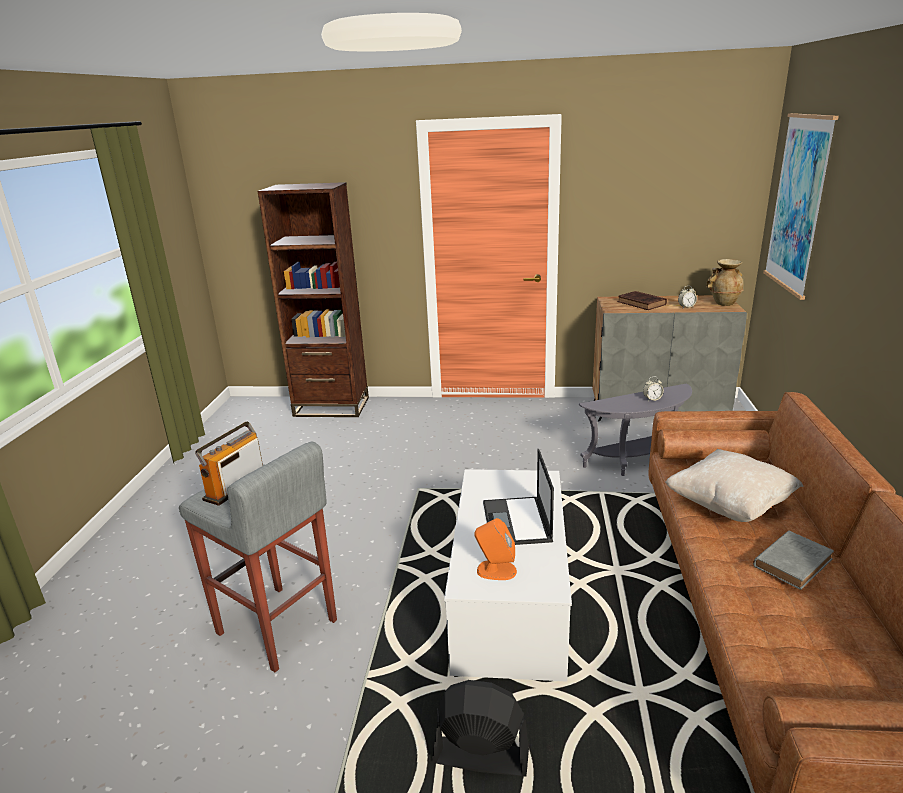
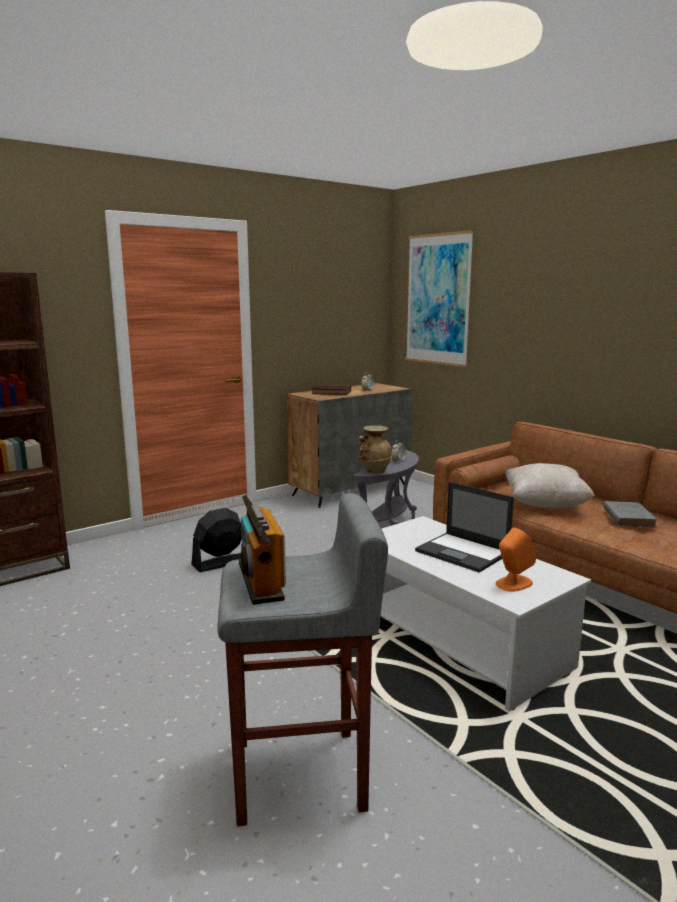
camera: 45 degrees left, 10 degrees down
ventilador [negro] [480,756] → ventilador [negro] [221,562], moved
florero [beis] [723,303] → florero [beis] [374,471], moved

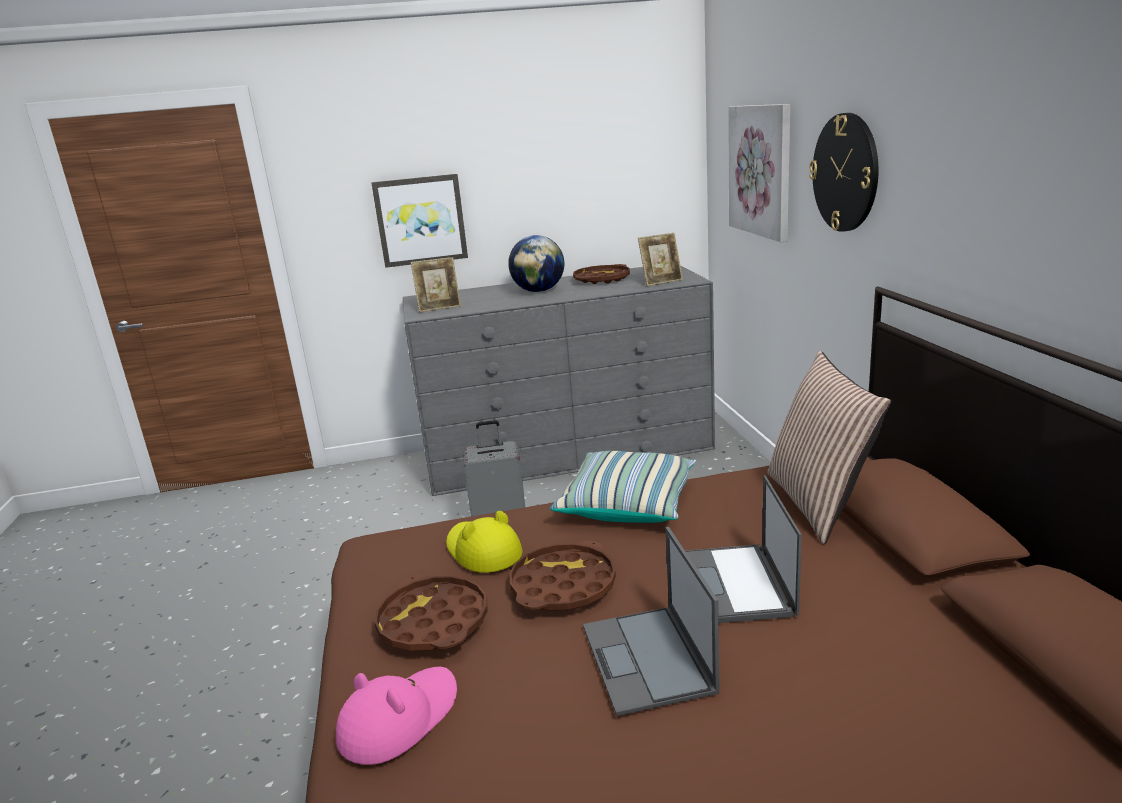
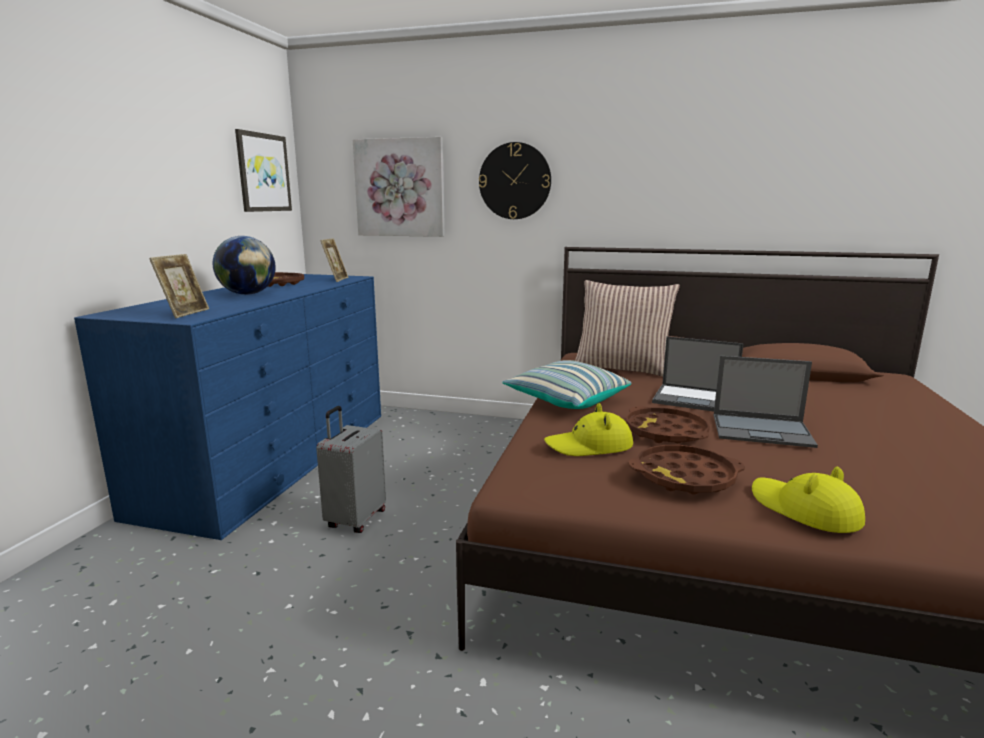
camera: 65 degrees left, 5 degrees down
sombrero [rosa] [399,719] → sombrero [amarillo] [804,509]
cuadro [420,220] → cuadro [263,172], moved
cómoda [gris] [567,451] → cómoda [azul] [274,459]

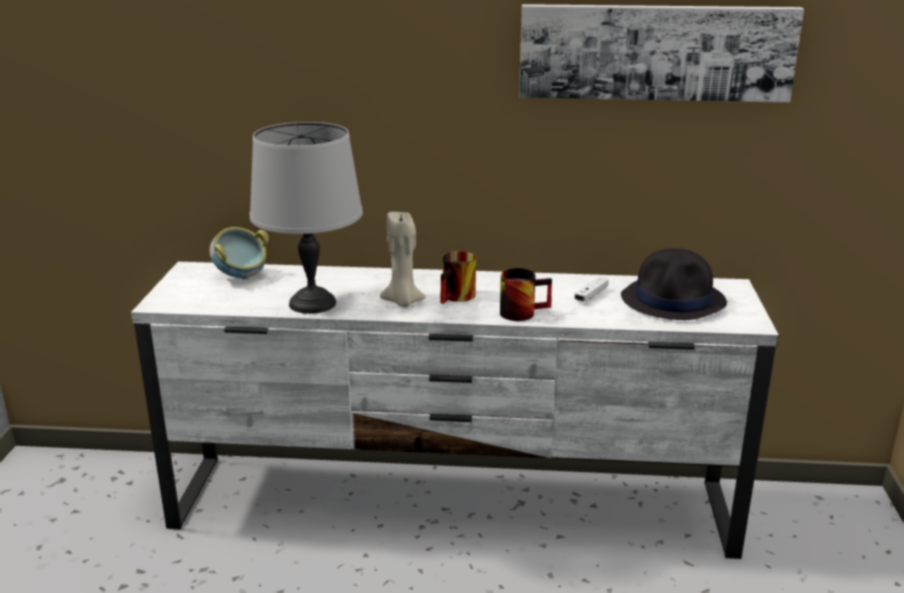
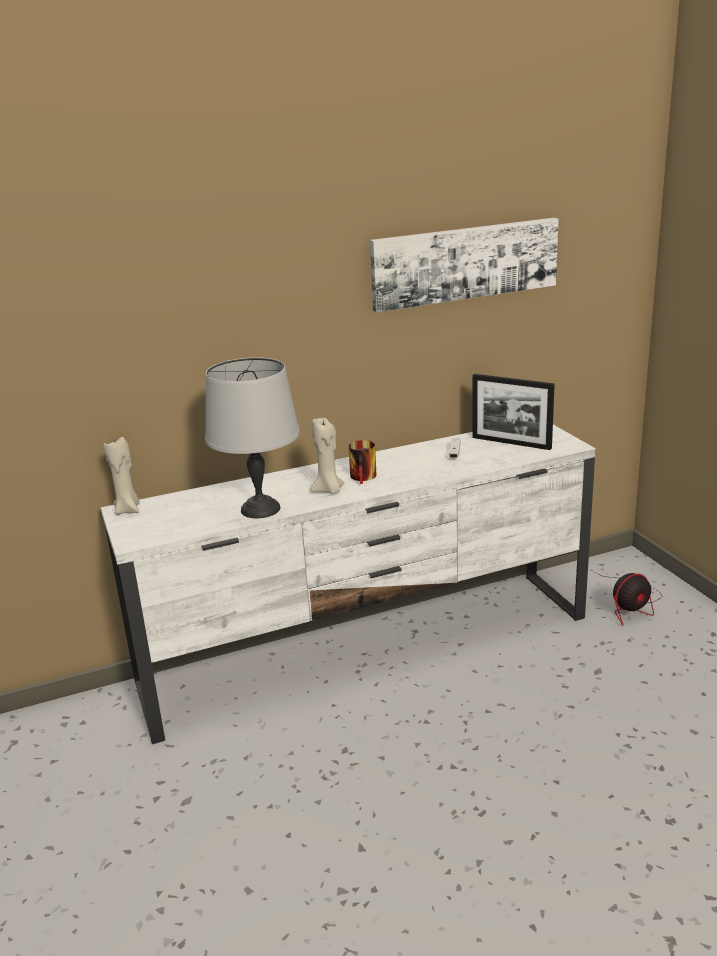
camera: 25 degrees left, 0 degrees up
cuenco [240,277] → -
taza grande [522,311] → -
sombrero [negro] [674,300] → portarretratos [511,443]
- → vela [beis] [128,510]
- → ventilador [630,605]

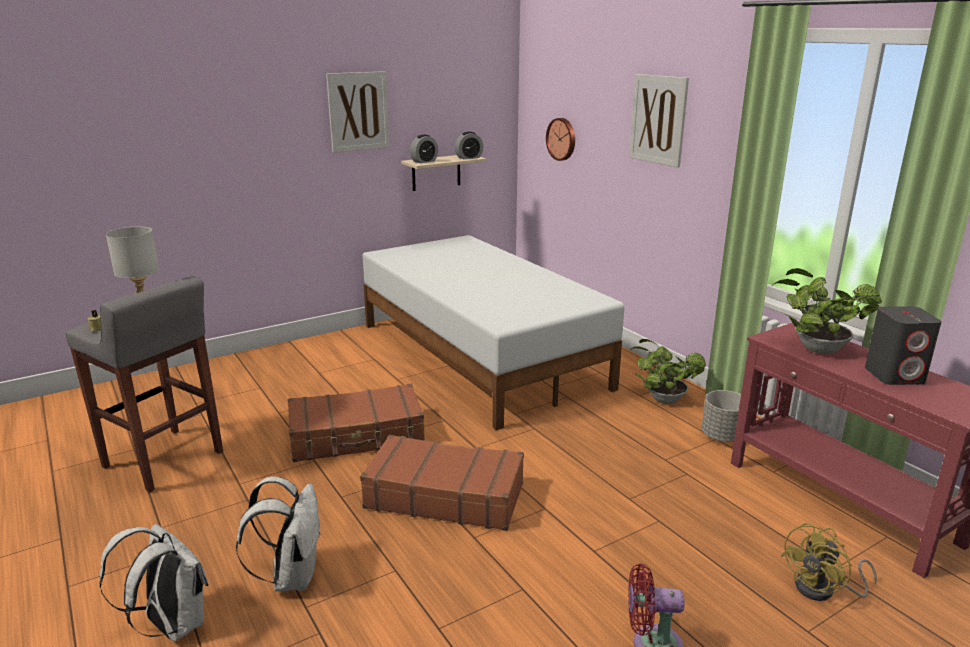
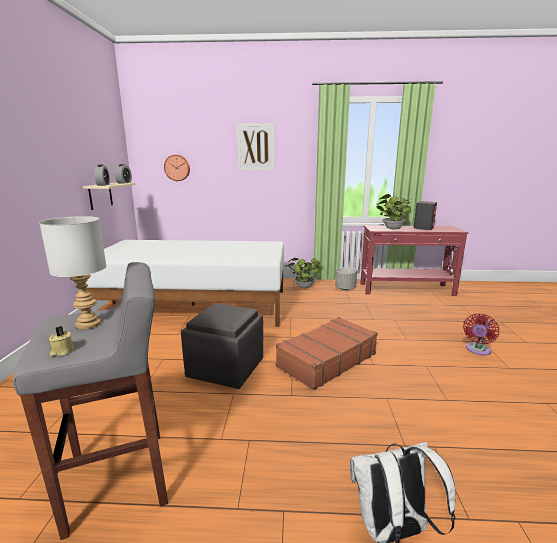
camera: 55 degrees left, 5 degrees down
mochila [blanco] [292,576] → -
maleta [marrón] [357,436] → puf [gris] [225,368]
cuadro [358,111] → -
ventilador [amarillo] [823,590] → -

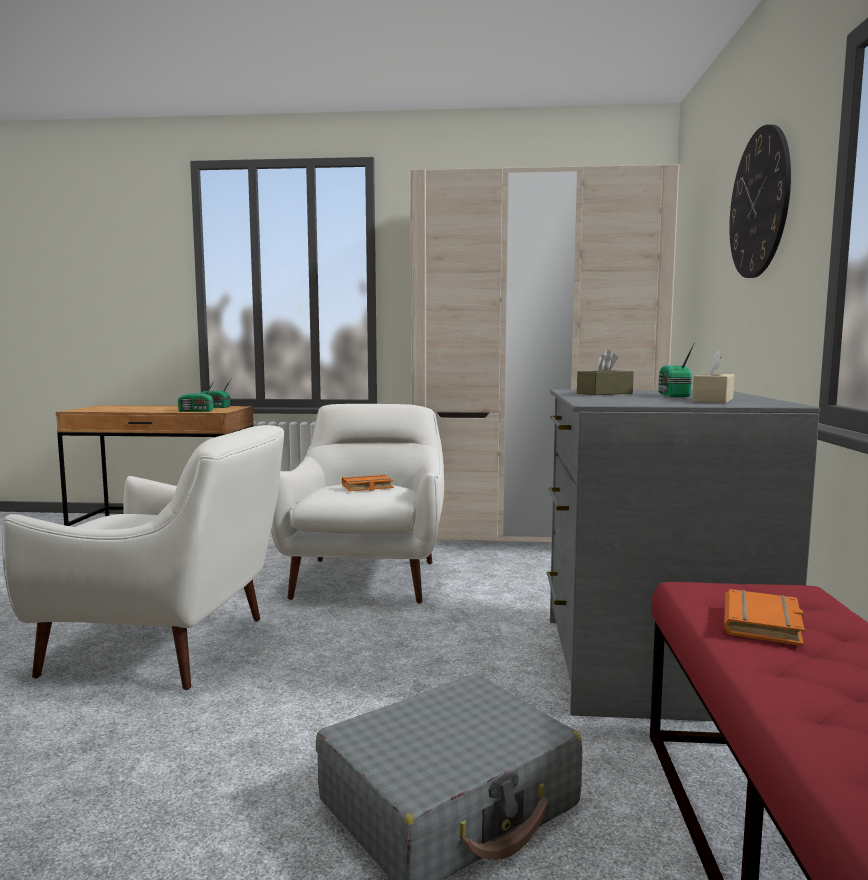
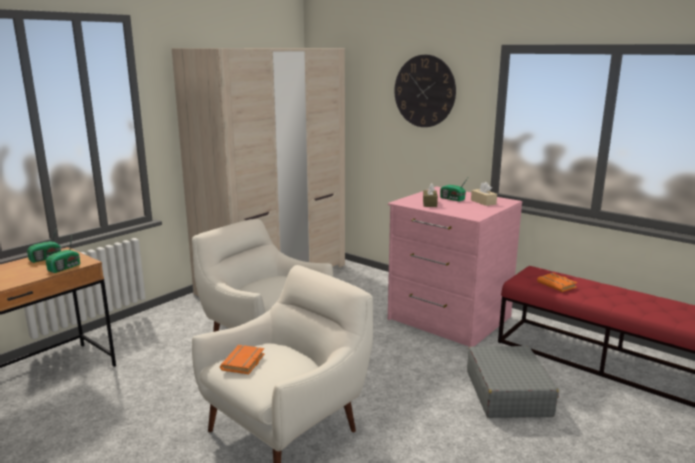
camera: 55 degrees left, 10 degrees up
libro [naranja] [366,487] → libro [naranja] [244,363], moved
cómoda [gris] [648,664] → cómoda [rosa] [448,319]

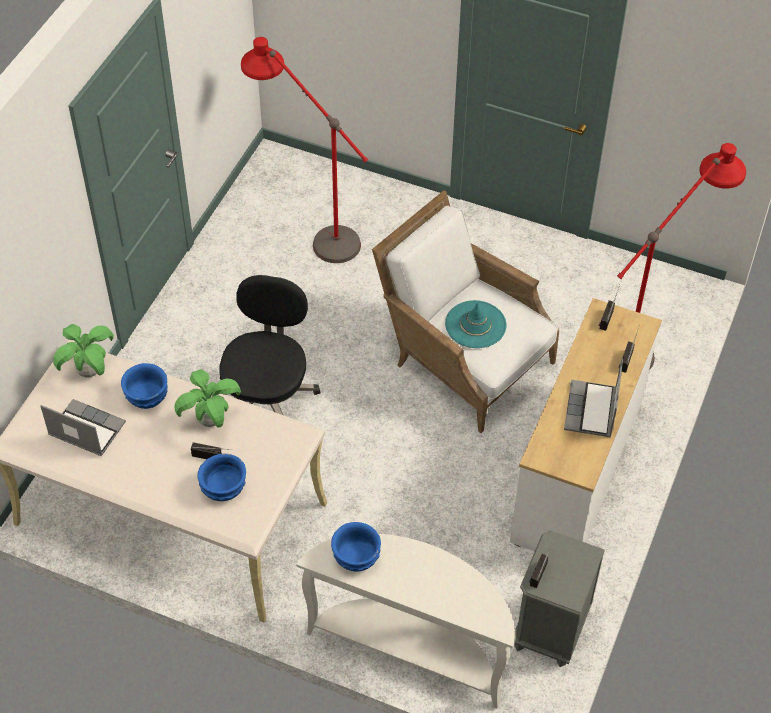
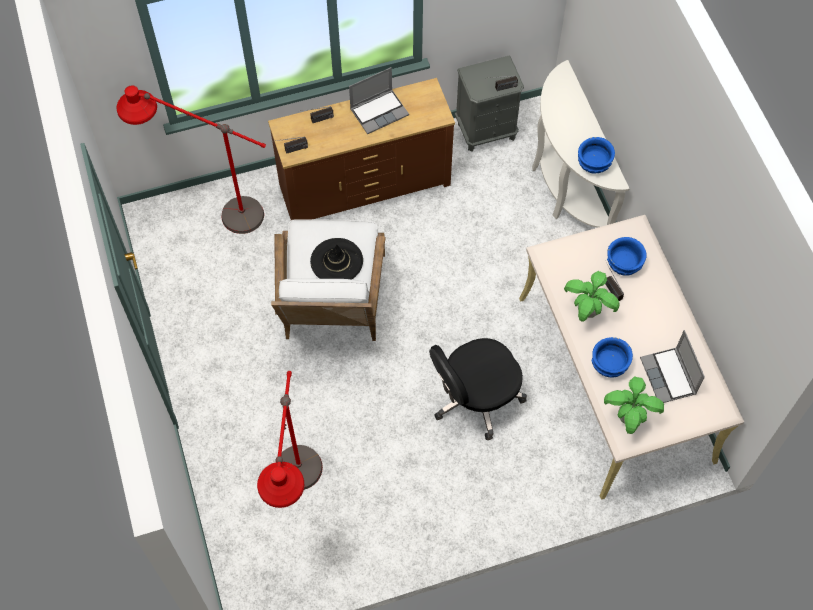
camera: 130 degrees left, 10 degrees up
sombrero [turquesa] [475,325] → sombrero [negro] [336,261]
cómoda [blanco] [578,471] → cómoda [marrón] [364,185]

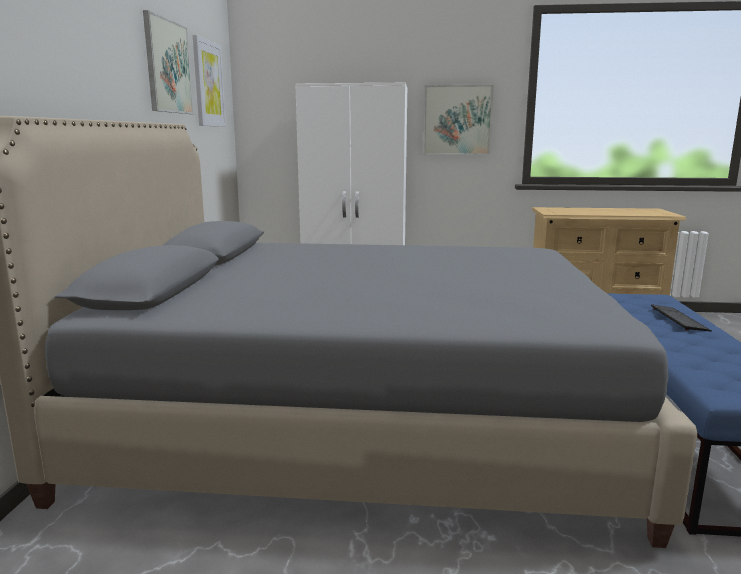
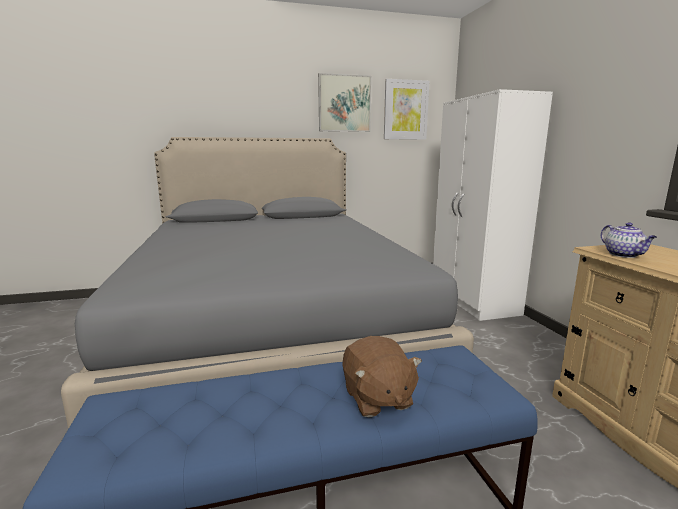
camera: 70 degrees right, 0 degrees up
cuadro [457,120] → -
teclado [679,319] → peluche [marrón] [377,398]
- → tetera [624,255]

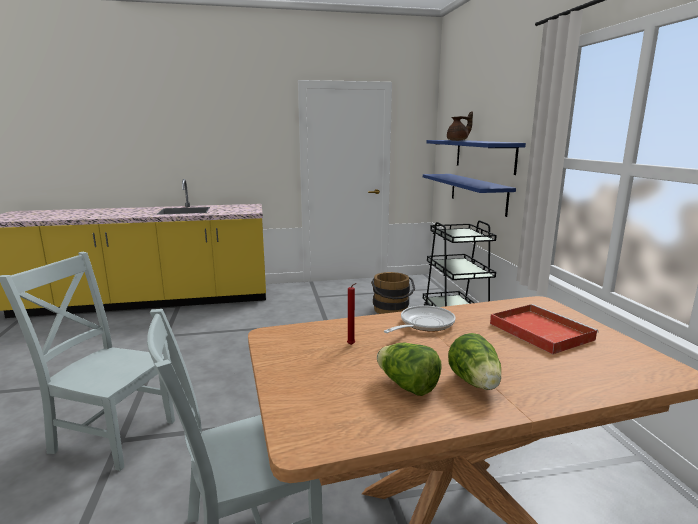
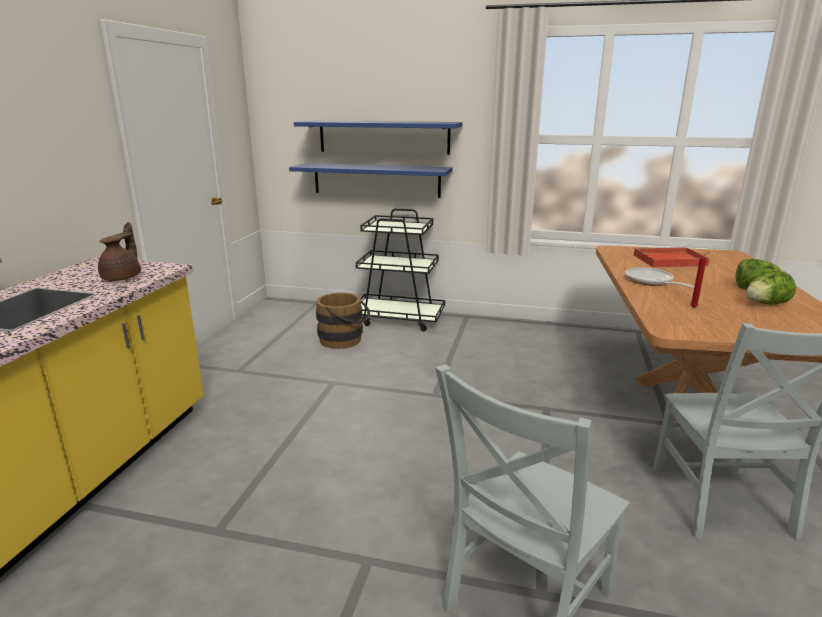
camera: 65 degrees left, 5 degrees up
tetera [marrón] [458,140] → tetera [marrón] [123,277], moved

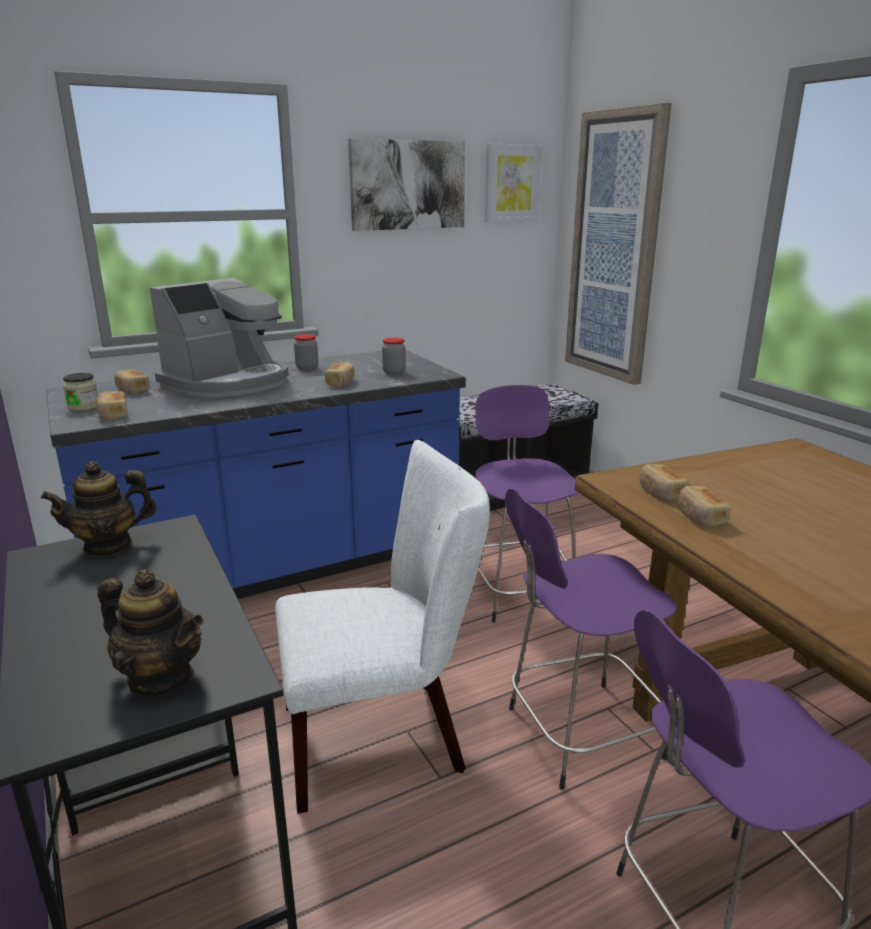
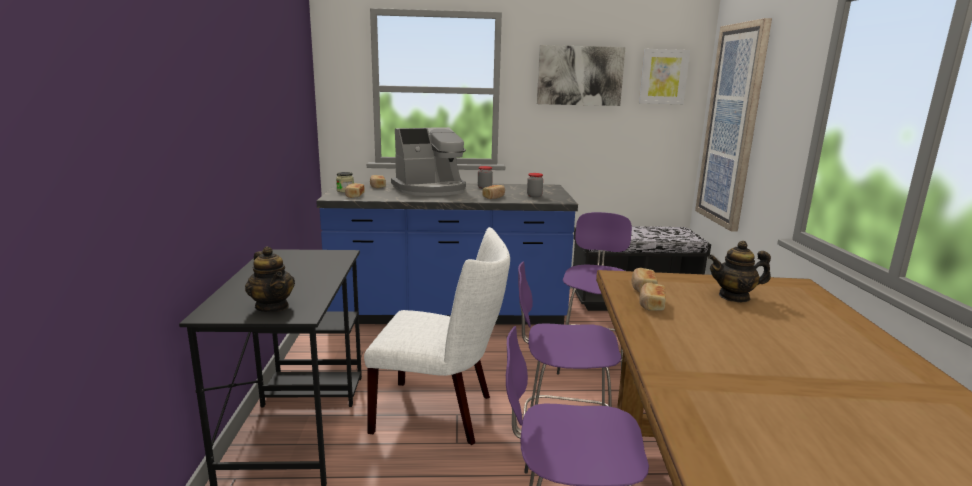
camera: 25 degrees right, 5 degrees down
tetera [108,546] → tetera [734,297], moved

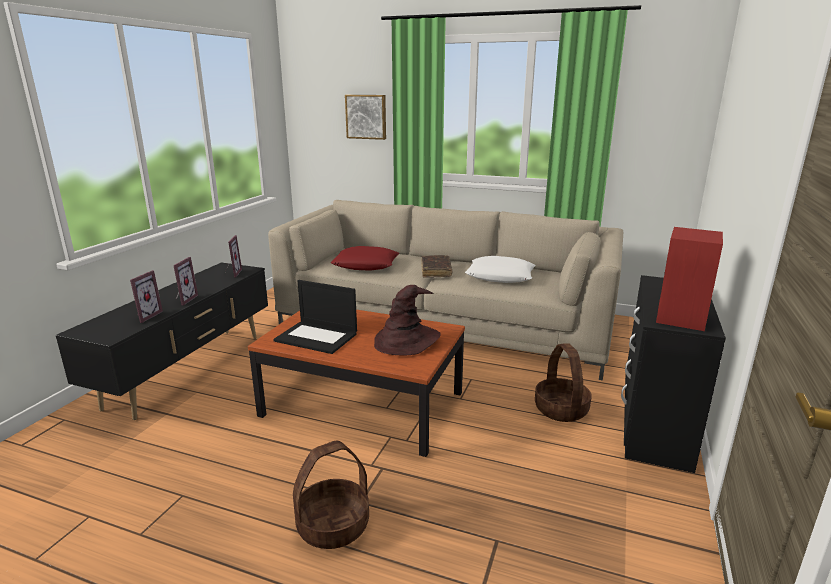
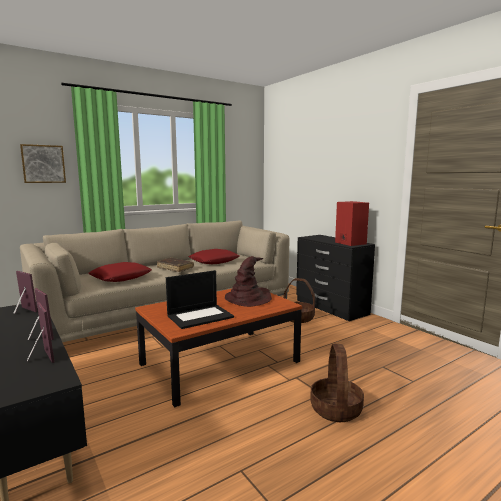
camera: 55 degrees left, 10 degrees down
cojín [blanco] [500,276] → cojín [rojo] [214,261]

